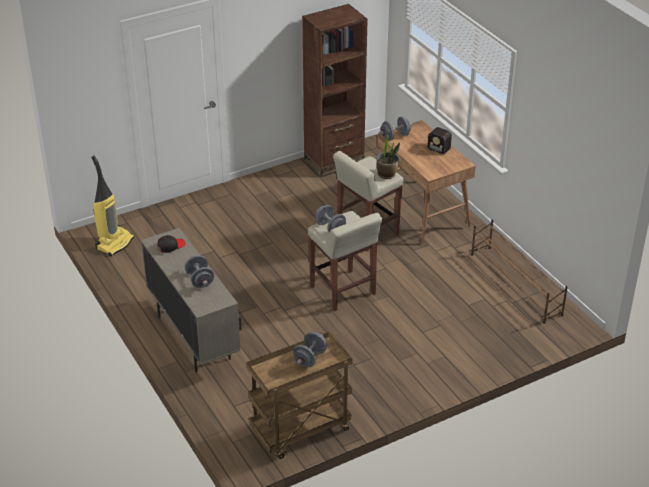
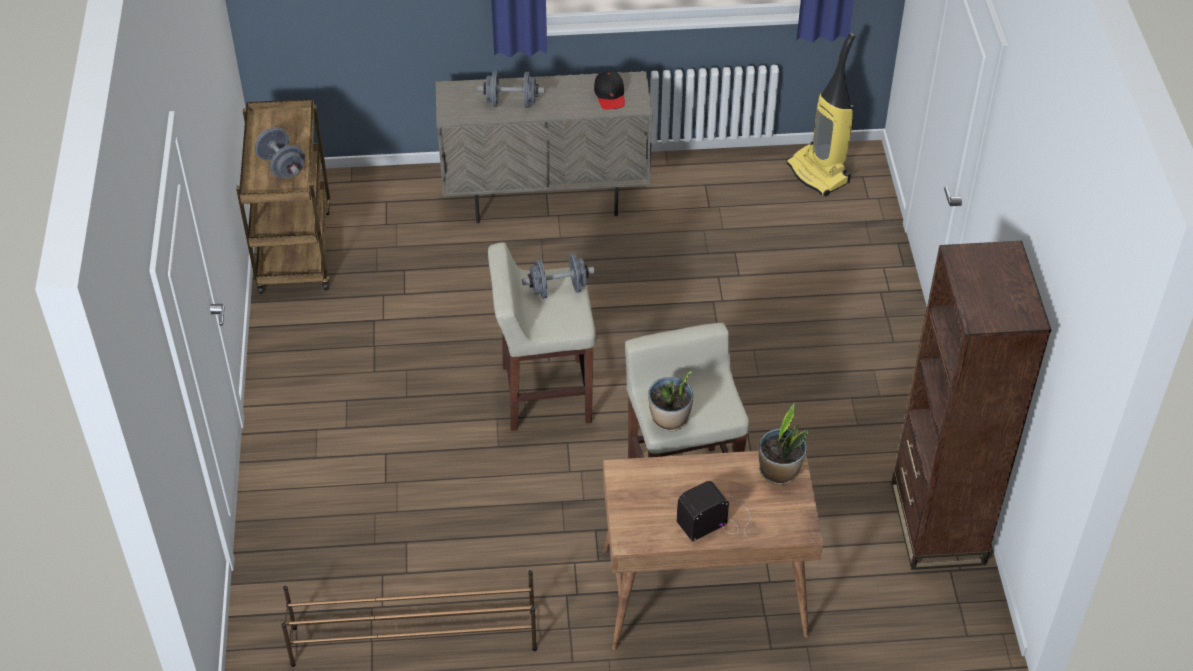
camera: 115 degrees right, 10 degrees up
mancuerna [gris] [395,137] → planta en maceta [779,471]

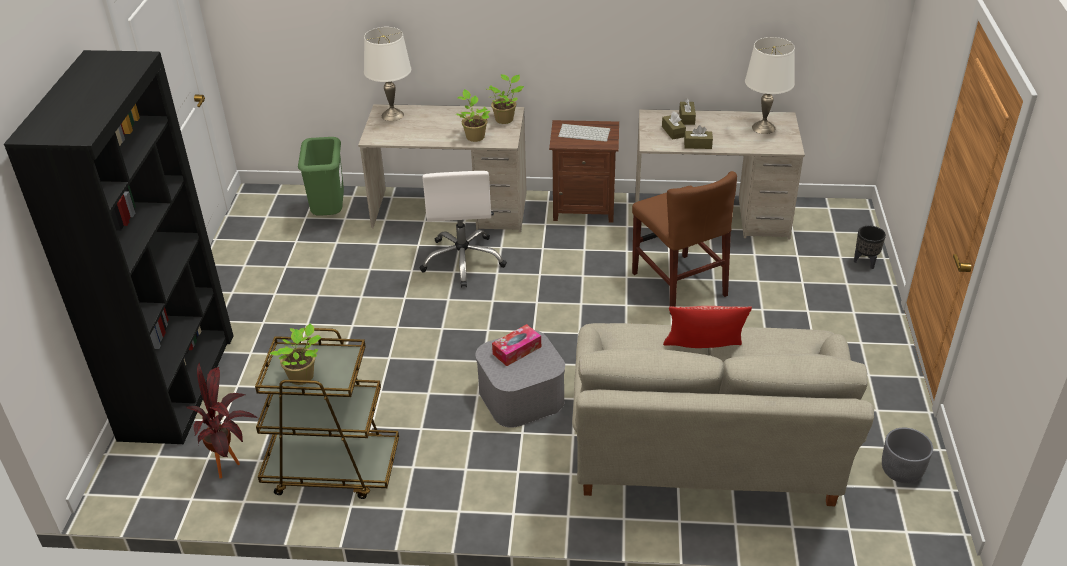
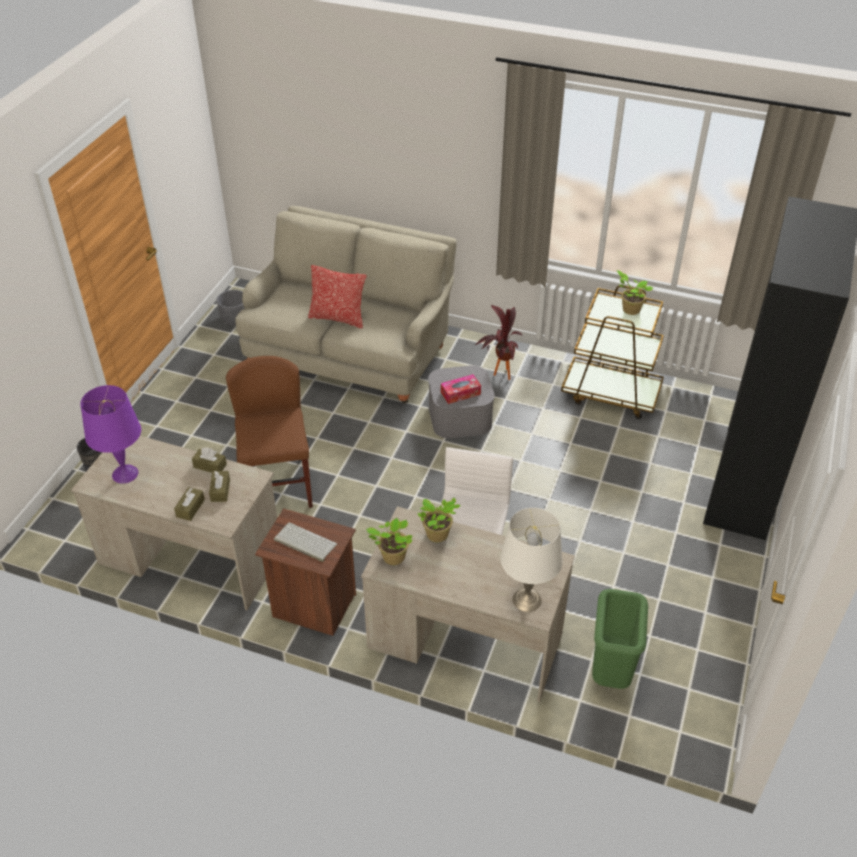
camera: 165 degrees left, 5 degrees up
planta en maceta [232,464] → planta en maceta [498,375], moved
lámpara de mesa [blanco] [763,127] → lámpara de mesa [morado] [125,474]

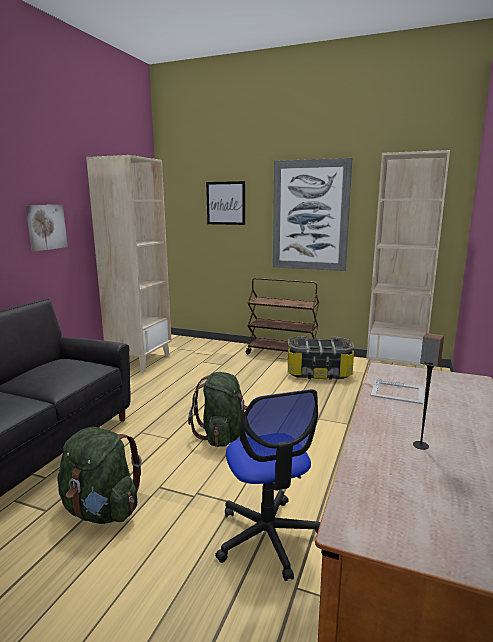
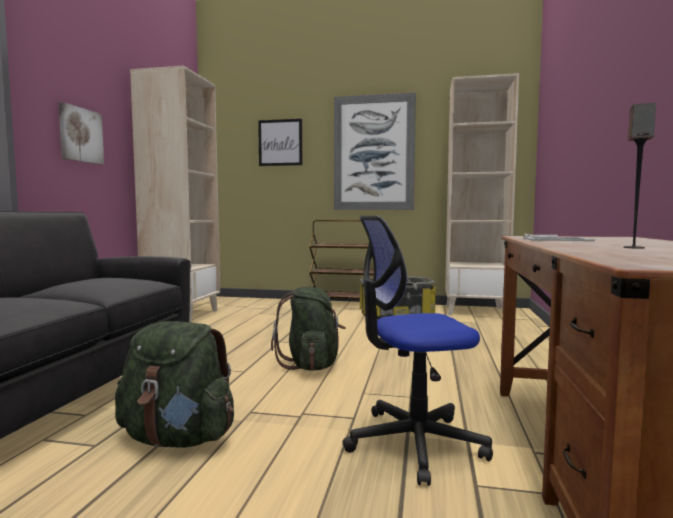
camera: 10 degrees left, 10 degrees down
silla de oficina [268,537] → silla de oficina [414,443], 105 degrees clockwise

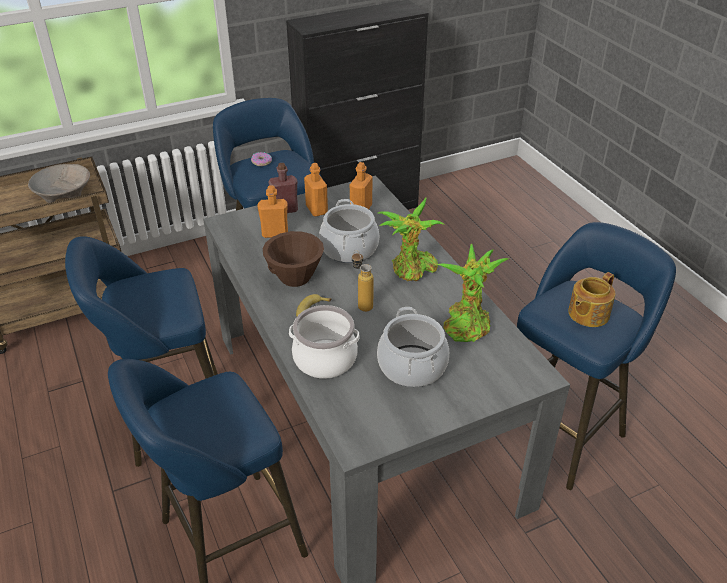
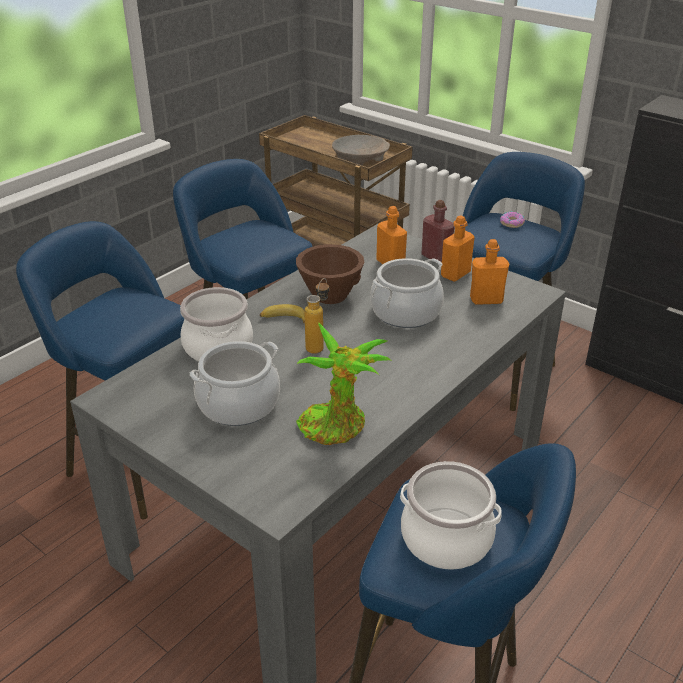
camera: 65 degrees right, 5 degrees down
planta en maceta [411,270] → -
tetera [587,314] → olla [446,538]

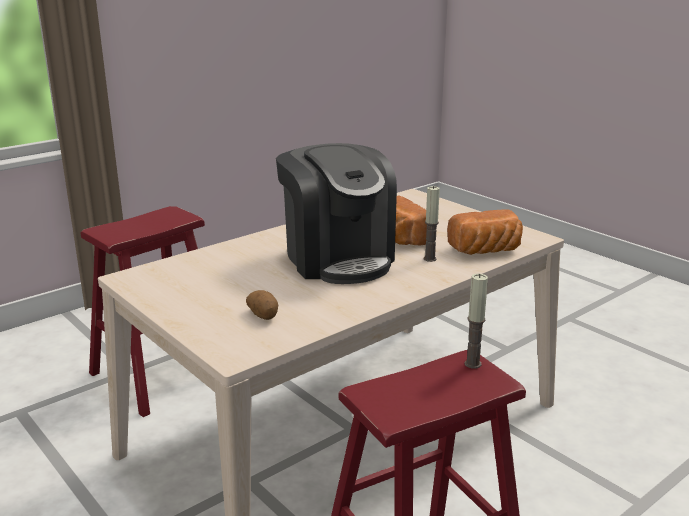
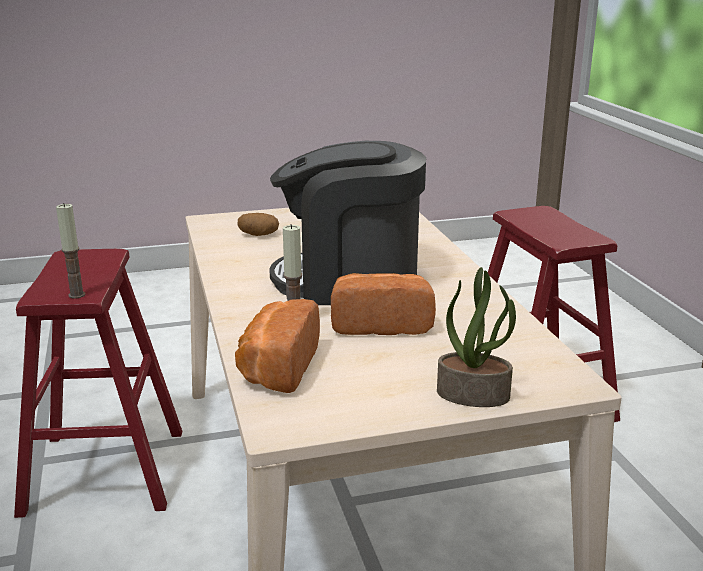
camera: 115 degrees right, 0 degrees up
- → planta en maceta [474,394]

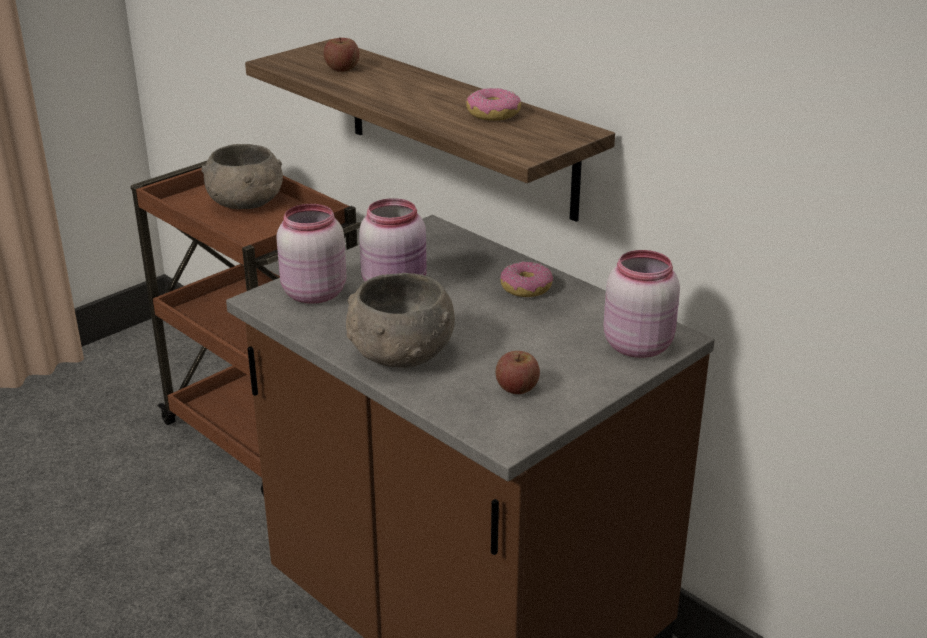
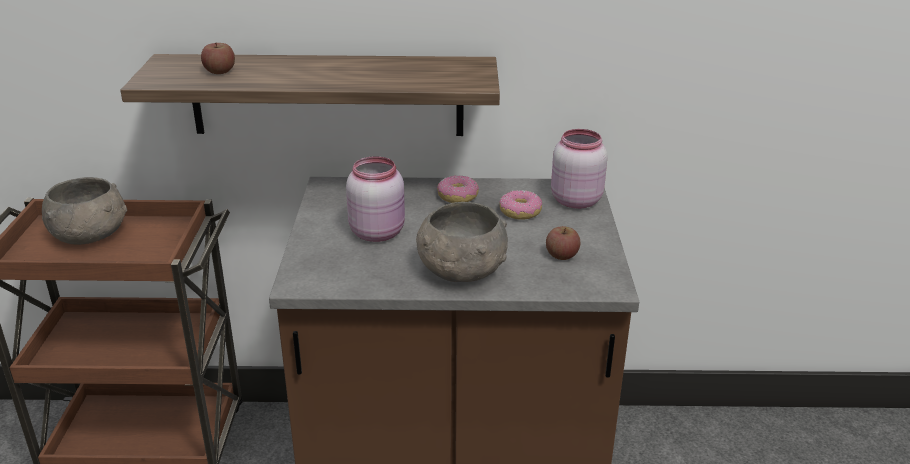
camera: 45 degrees left, 0 degrees up
tarro [rosa] [312,293] → -
rosquilla [493,114] → rosquilla [520,212], moved

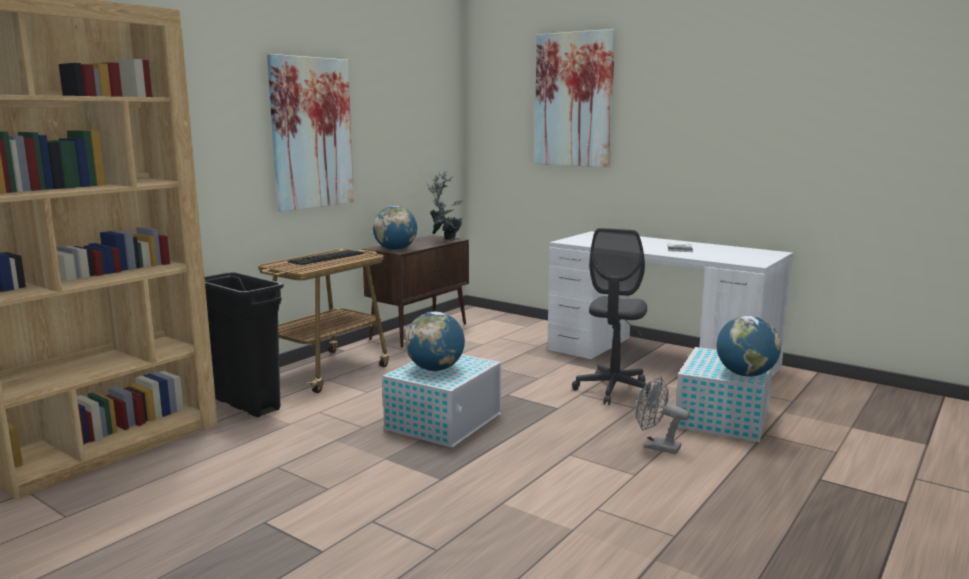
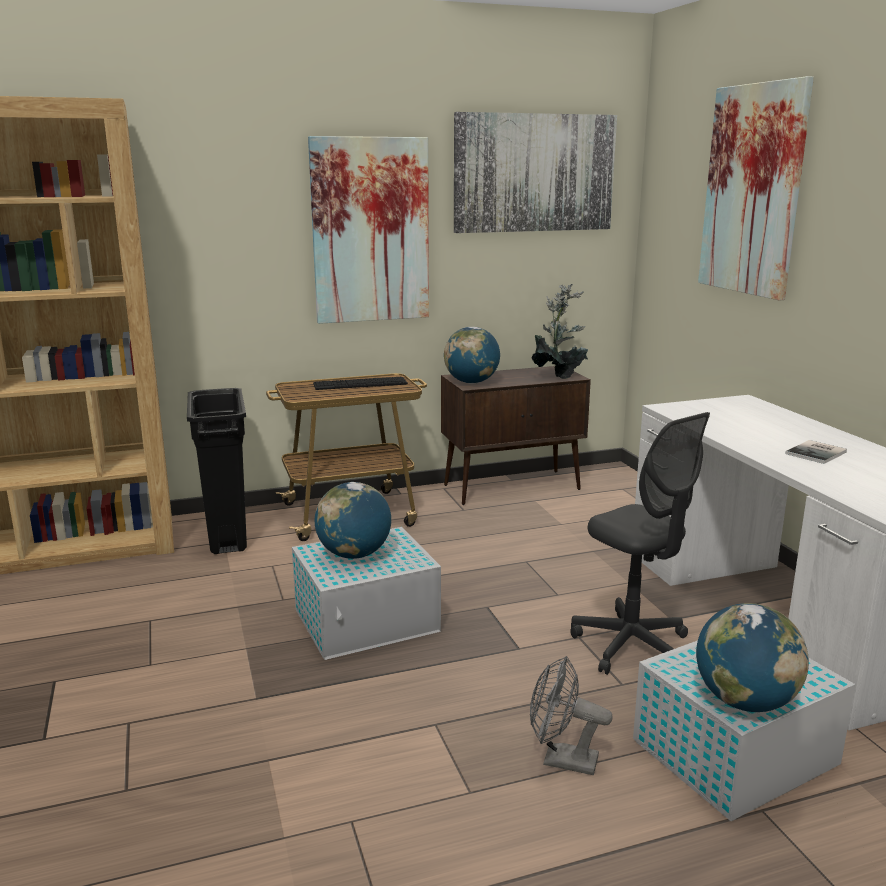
camera: 35 degrees right, 5 degrees up
silla de oficina [gris] [614,390] → silla de oficina [gris] [632,646], 90 degrees counterclockwise
ventilador [gris] [656,446] → ventilador [gris] [561,760], 45 degrees counterclockwise
- → cuadro [534,173]

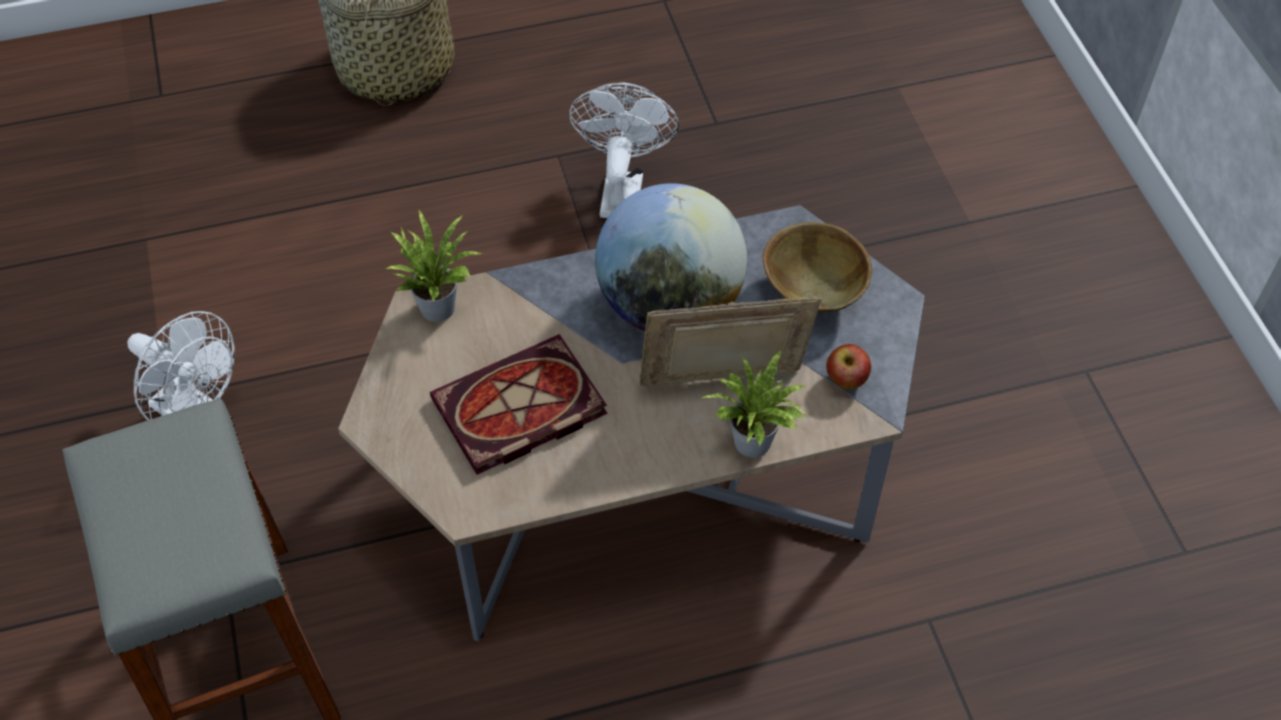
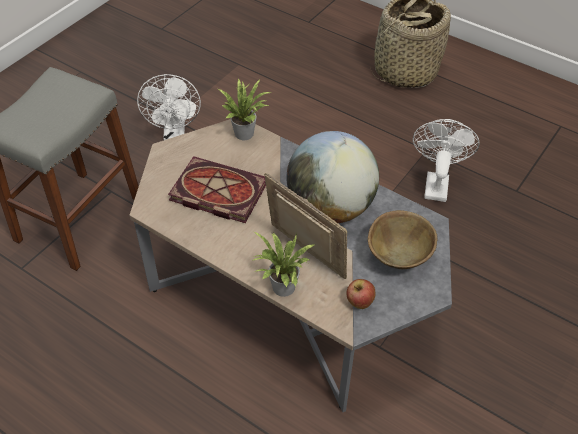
camera: 50 degrees right, 5 degrees down
ventilador [blanco] [621,189] → ventilador [blanco] [436,183], 45 degrees counterclockwise

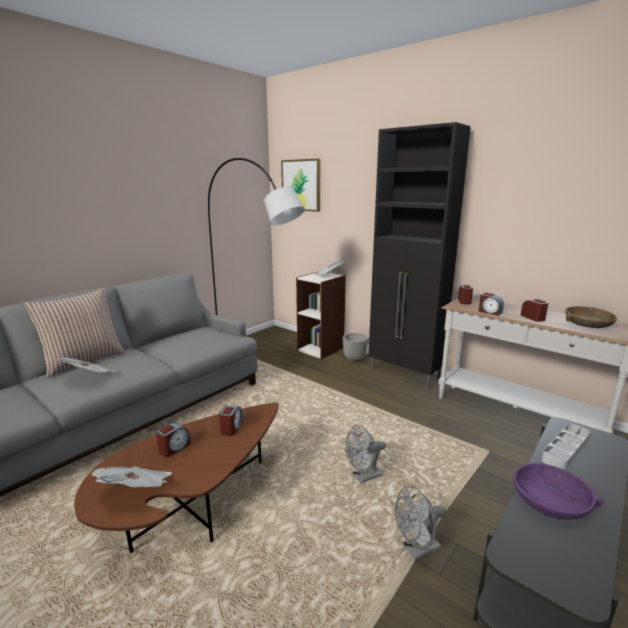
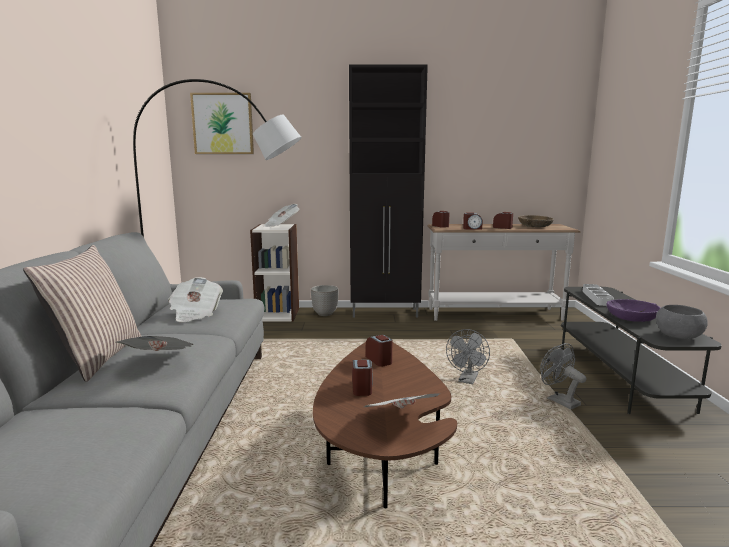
camera: 40 degrees left, 5 degrees down
ventilador [gris] [417,550] → ventilador [gris] [559,400], 120 degrees clockwise
- → periódico [195,313]
- → cuenco [gris] [678,336]

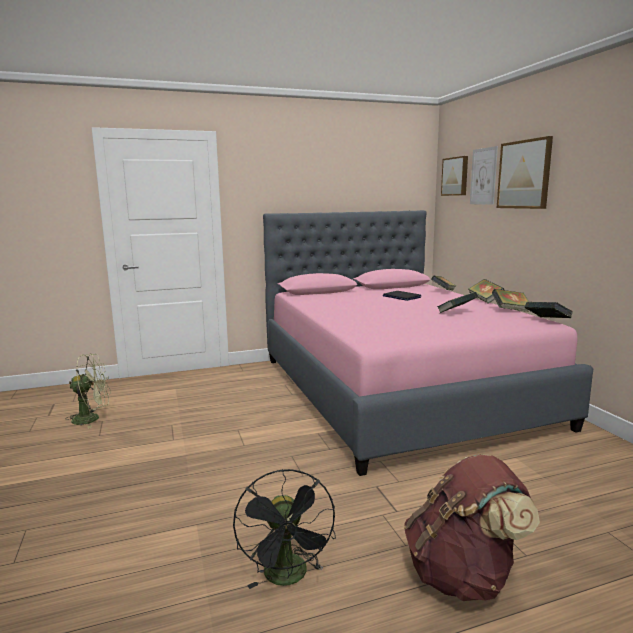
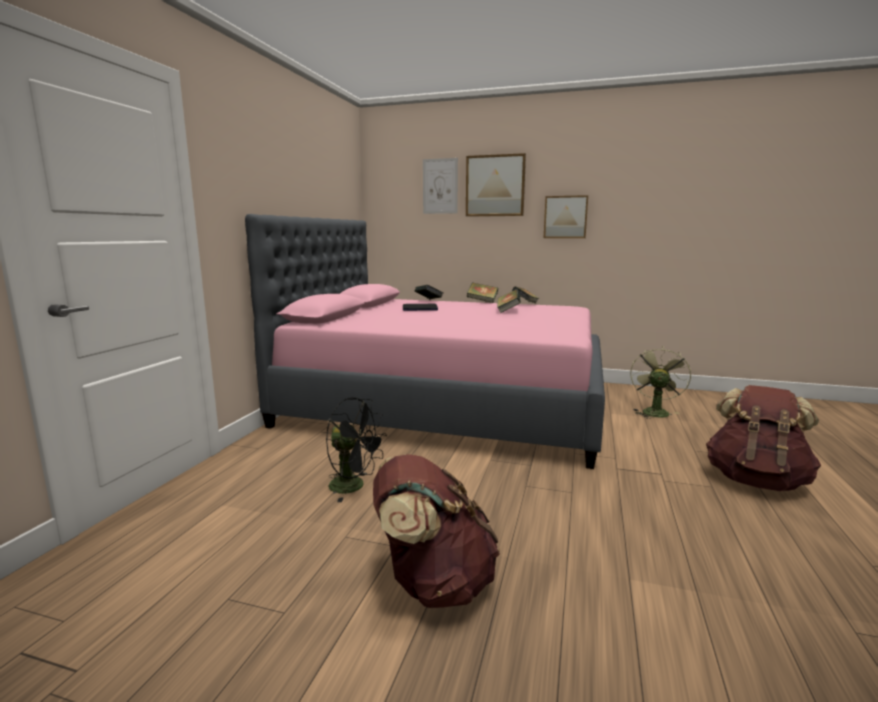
camera: 55 degrees left, 0 degrees up
ventilador [verde] [92,418] → ventilador [verde] [654,411], moved
ventilador [negro] [288,578] → ventilador [negro] [354,486], moved
cuadro [455,176] → cuadro [565,217], moved
libro [547,321] → -
- → mochila [marrón] [433,583]

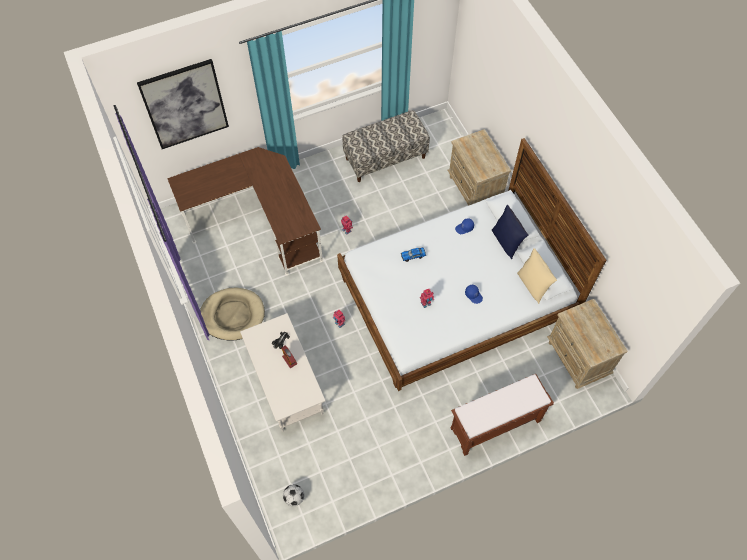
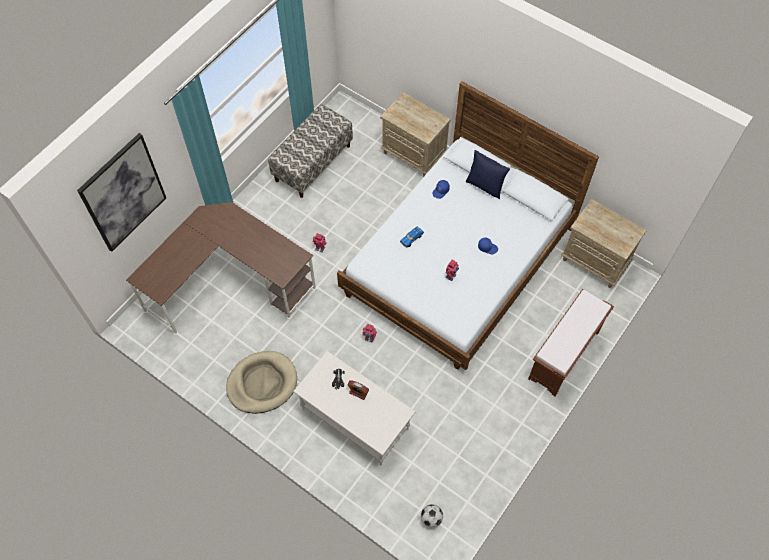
camera: 30 degrees left, 0 degrees up
cojín [beis] [532,285] → -

